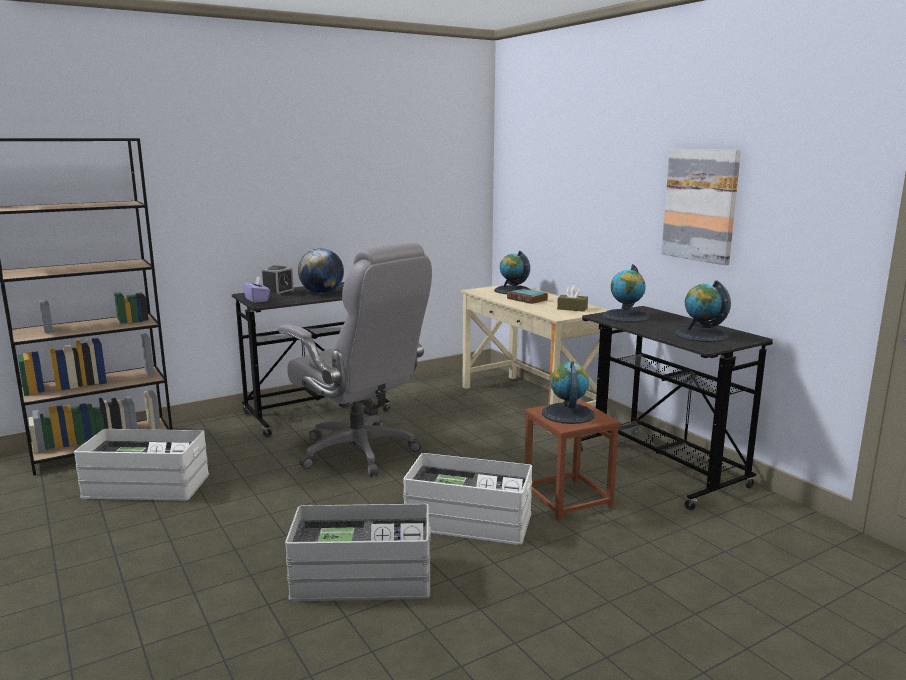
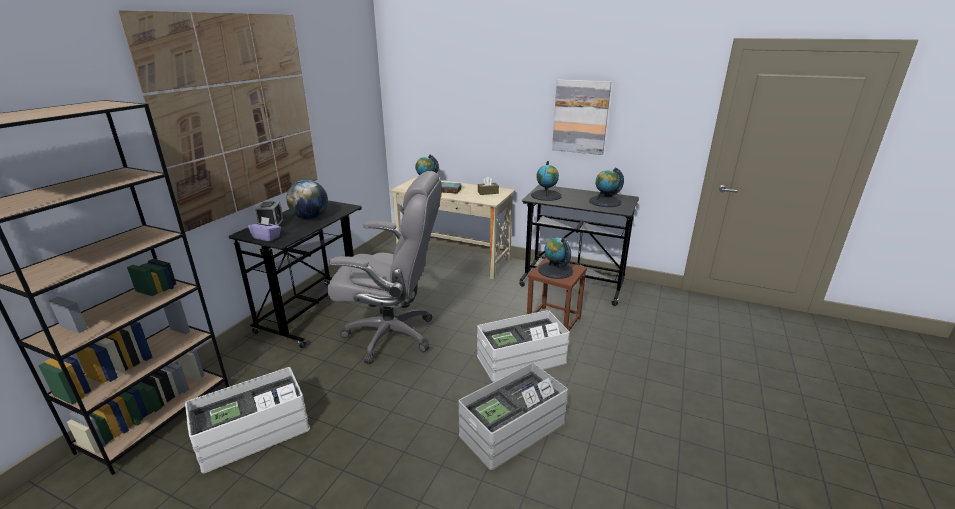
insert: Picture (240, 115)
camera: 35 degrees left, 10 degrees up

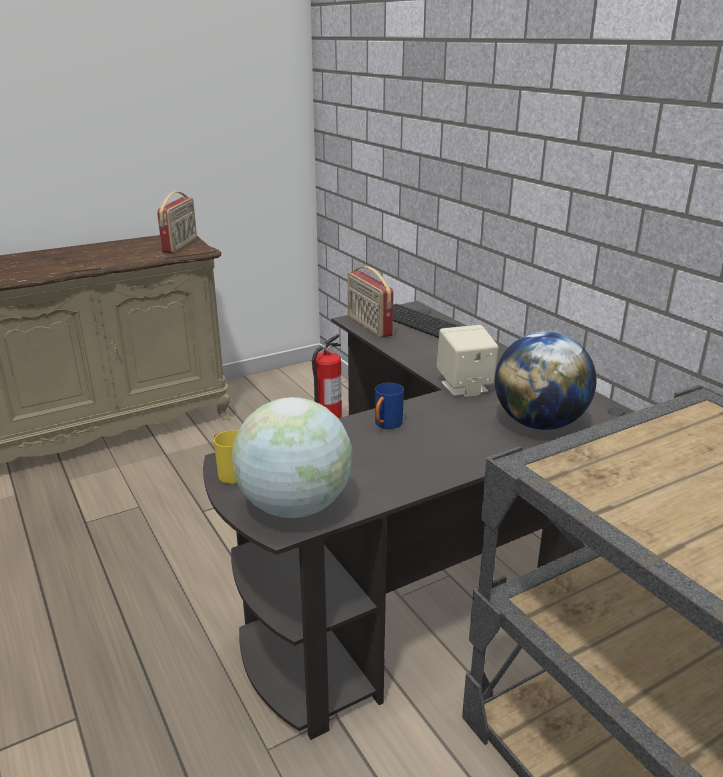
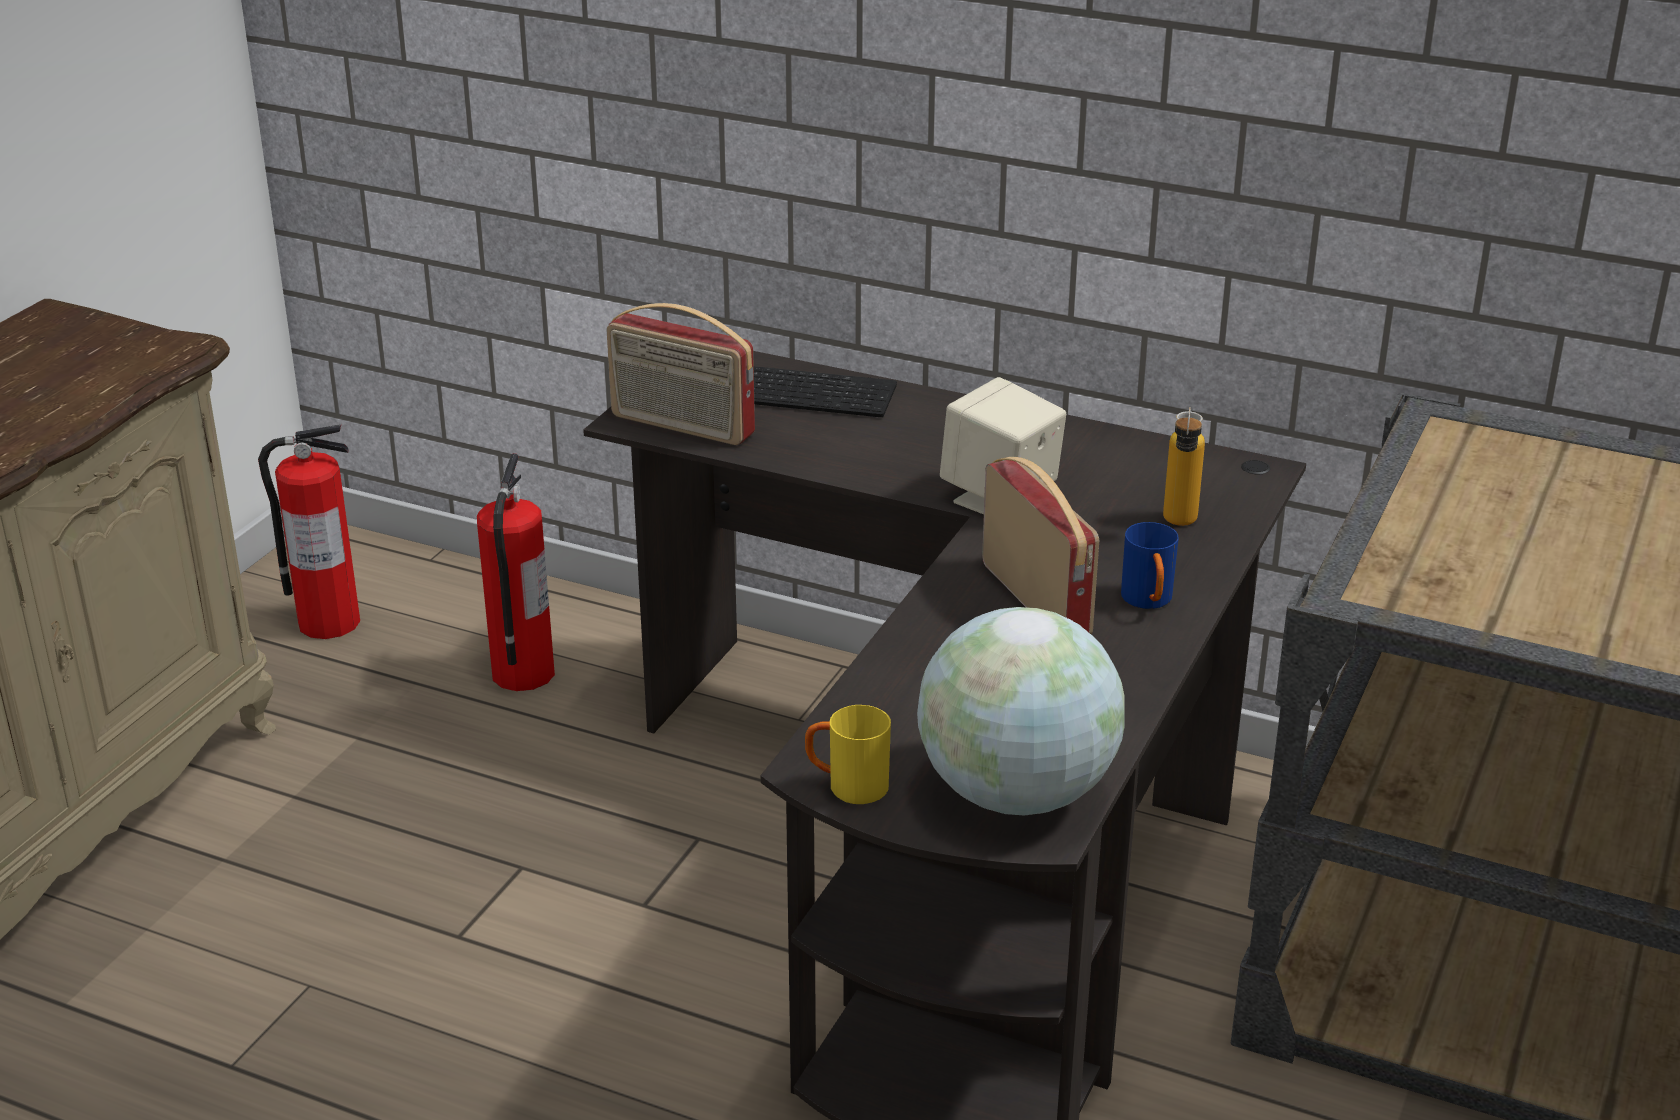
insert: FireExtinguisher (327, 622)
move: Radio (181, 245) to (1037, 599); BlueMug (386, 425) to (1149, 602)
replace: Globe (539, 423) to Bottle (1179, 525)
camera: 35 degrees left, 5 degrees up

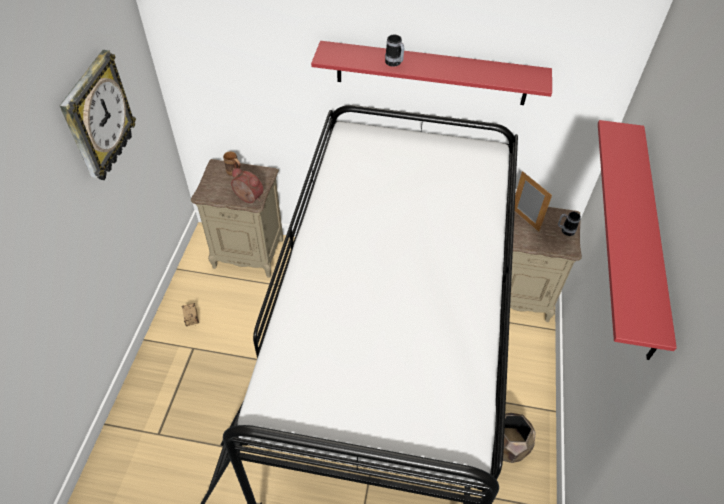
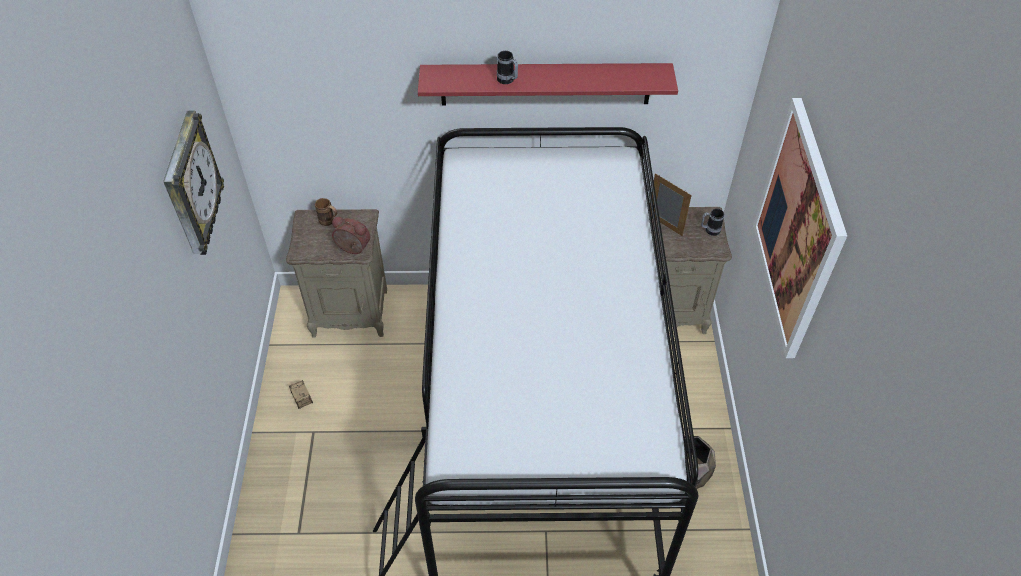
replace: RedShelf (647, 239) to Picture (798, 229)
camera: 10 degrees left, 0 degrees up

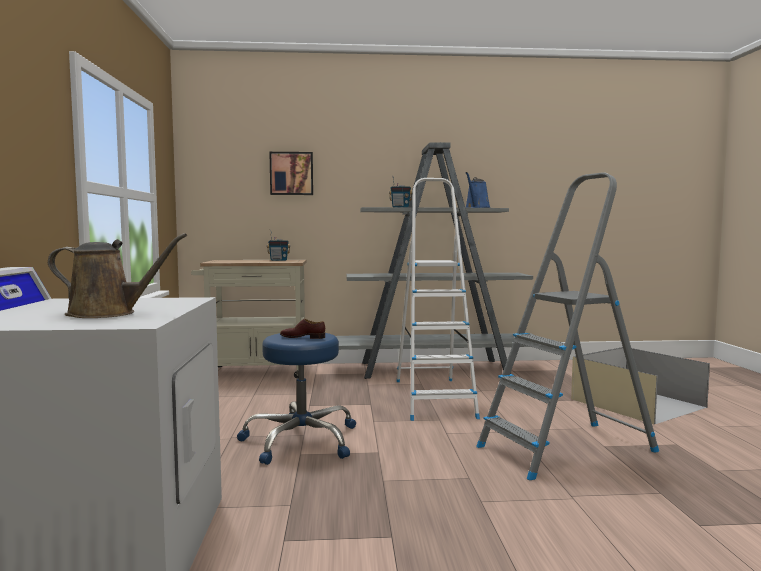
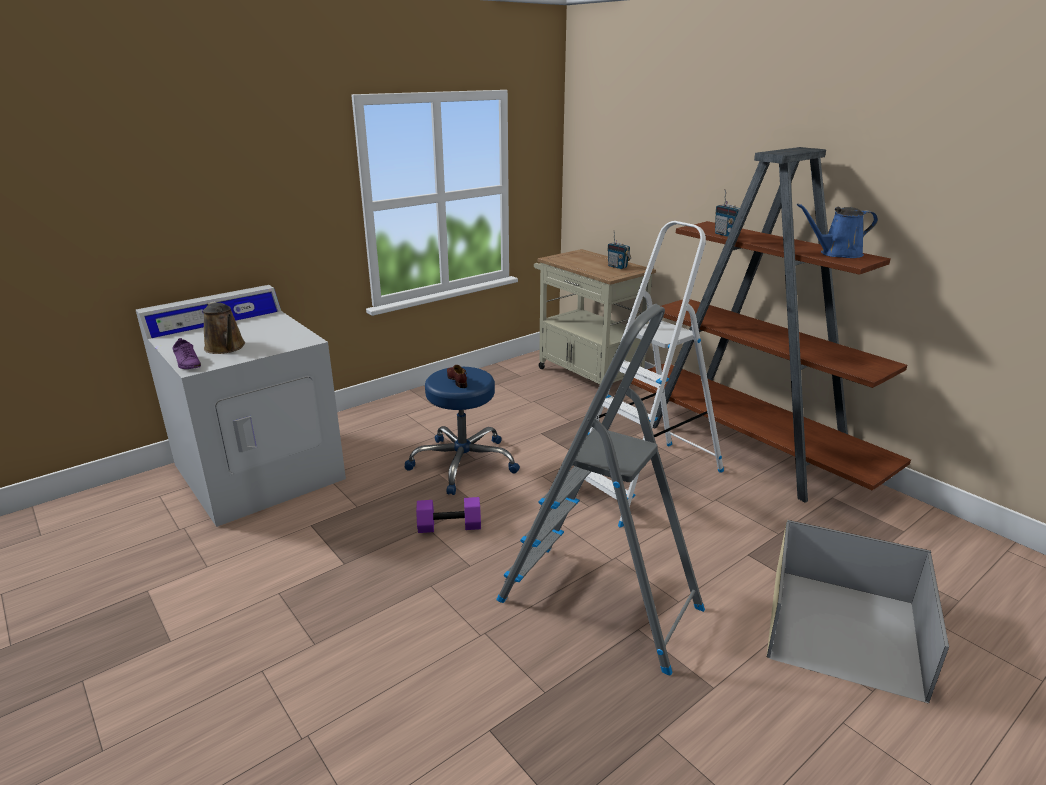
delete: Picture (291, 173)
insert: PurpleShoe (188, 362); PurpleDumbbell (450, 525)
recolor: GreyBookcase (436, 369) to BrownBookcase (747, 449)
camera: 55 degrees right, 20 degrees up

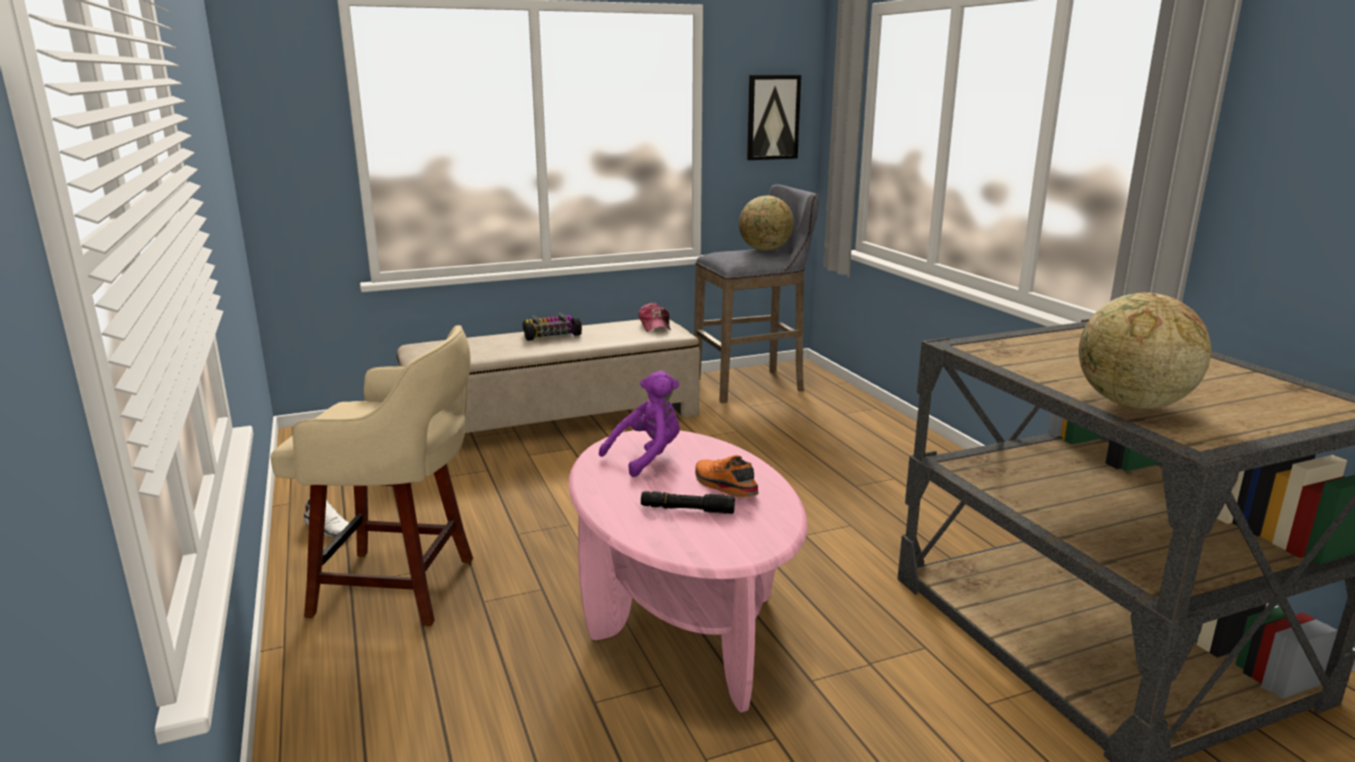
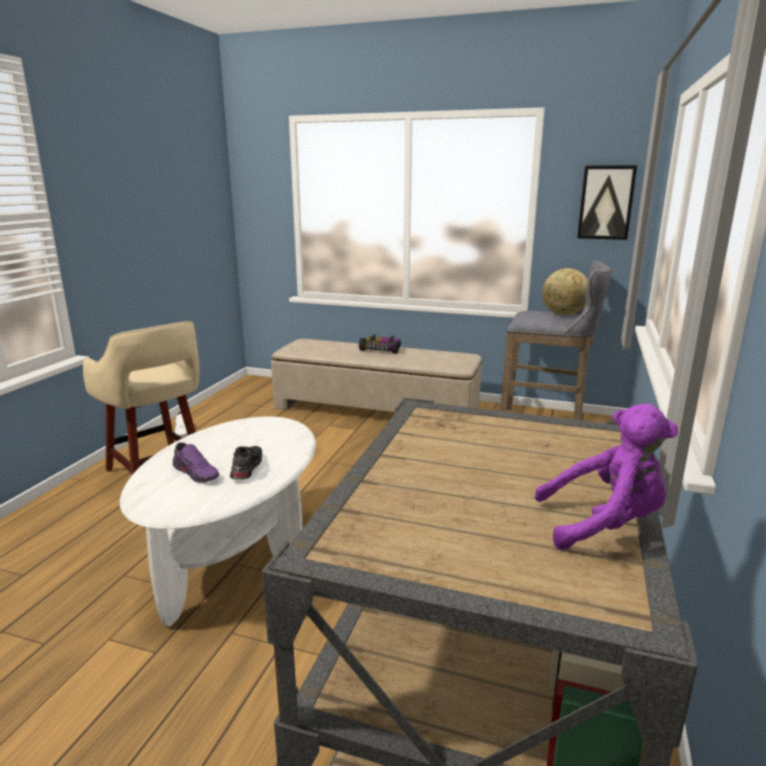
delete: Cap (655, 325); Globe (1131, 405)
move: PurplePlushToy (647, 457) to (604, 524)
replace: BlackFlashlight (687, 510) to PurpleShoe (197, 473)
recolor: PinkCoffeeTable (682, 619) to WhiteCoffeeTable (236, 555); OrangeShoe (724, 486) to BlackShoe (245, 468)
camera: 40 degrees right, 0 degrees up

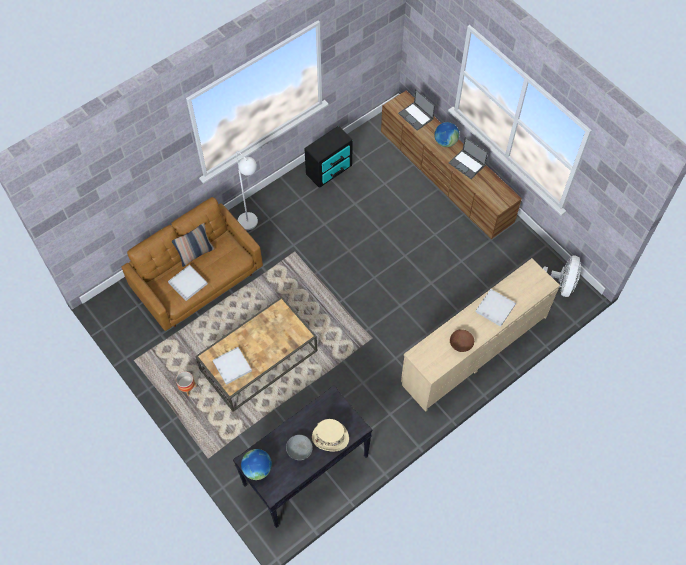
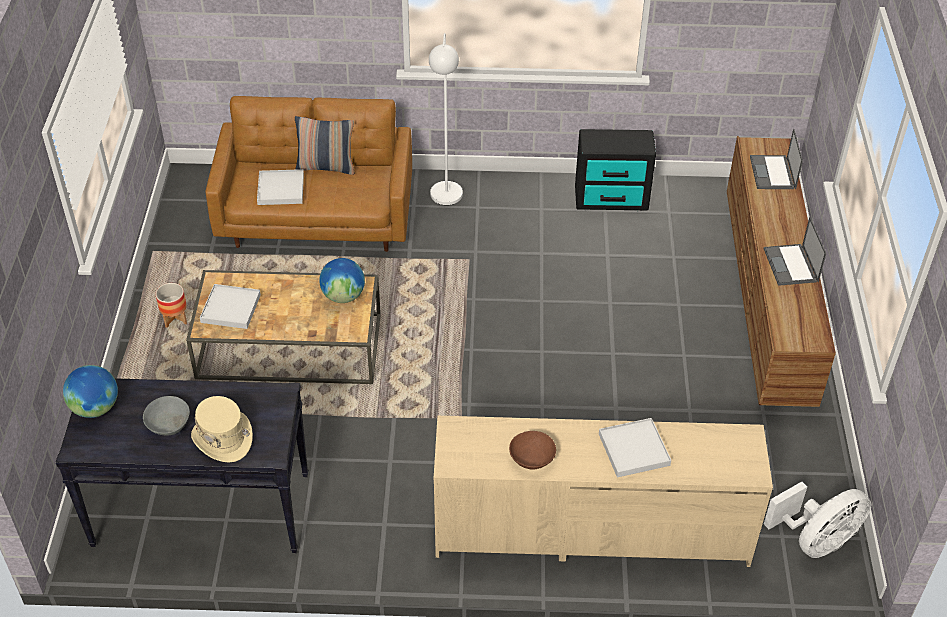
move: Globe (445, 142) to (343, 296)
camera: 40 degrees right, 15 degrees down

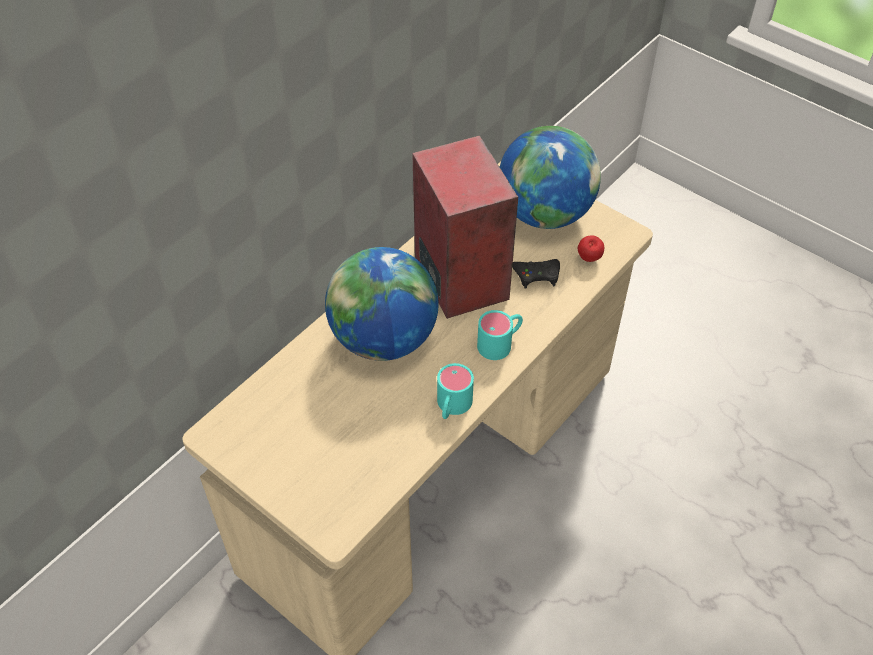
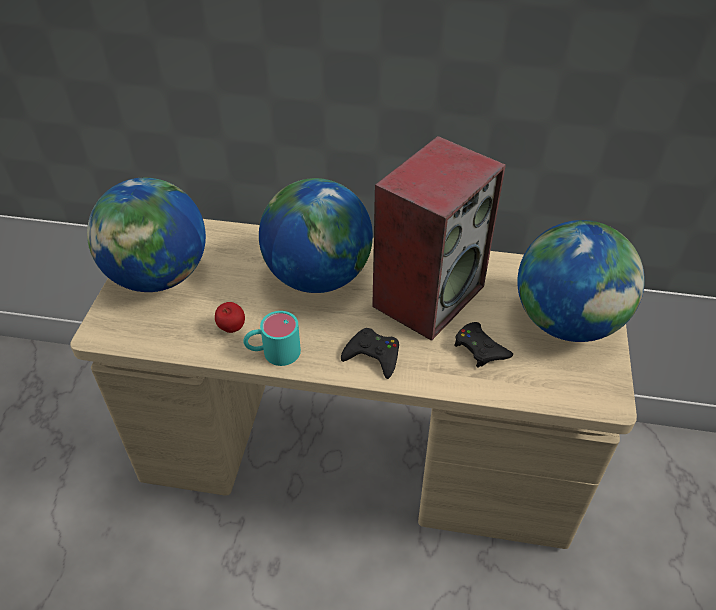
insert: Globe (159, 276)
move: Apple (589, 259) to (231, 329)
replace: TurquoiseMug (500, 342) to BlackGameController (373, 356)
camera: 60 degrees right, 5 degrees down

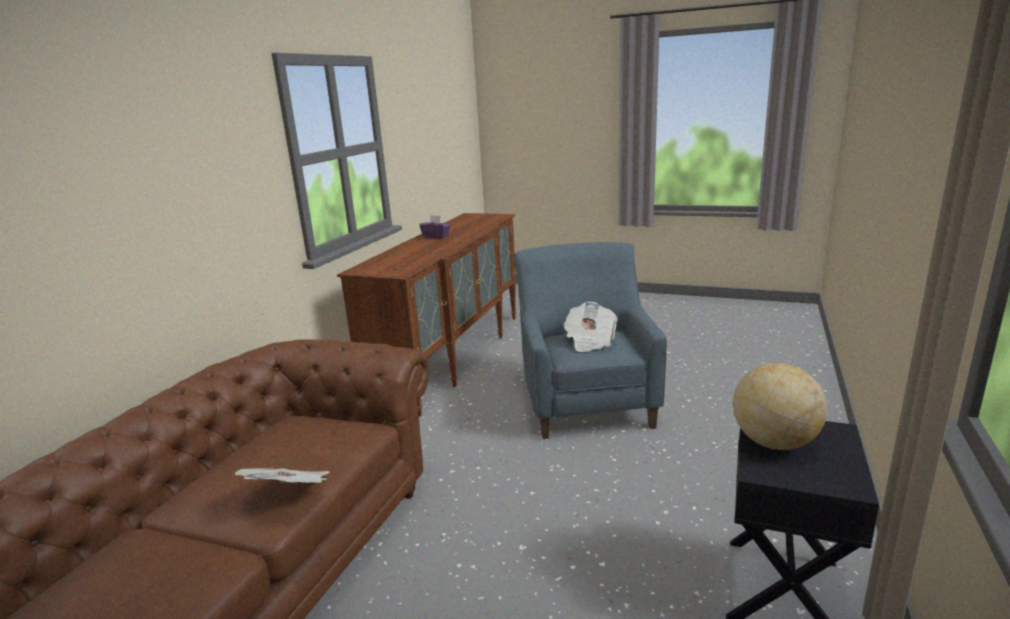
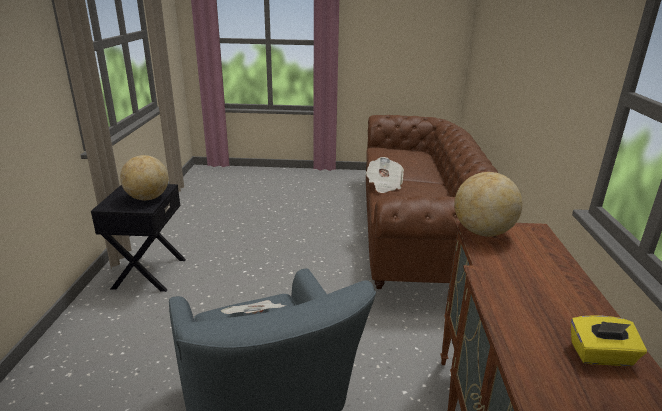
insert: Globe (482, 232)
recolor: PurpleTissueBox (436, 236) to YellowTissueBox (601, 356)
camera: 160 degrees right, 5 degrees up

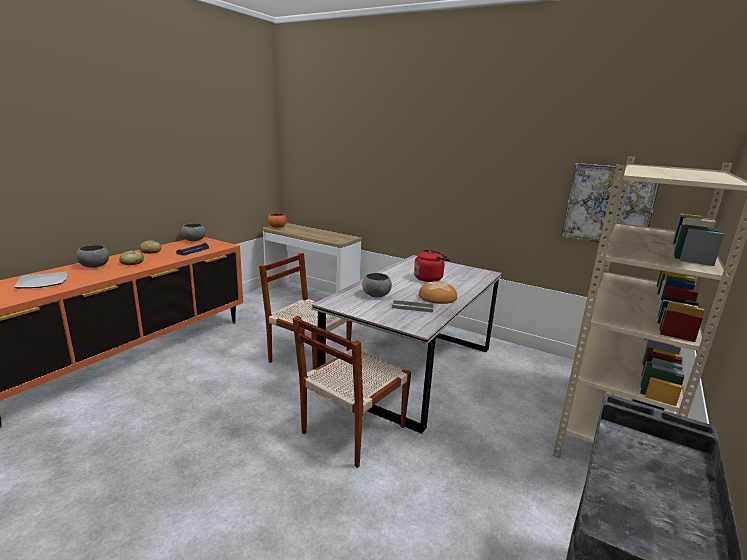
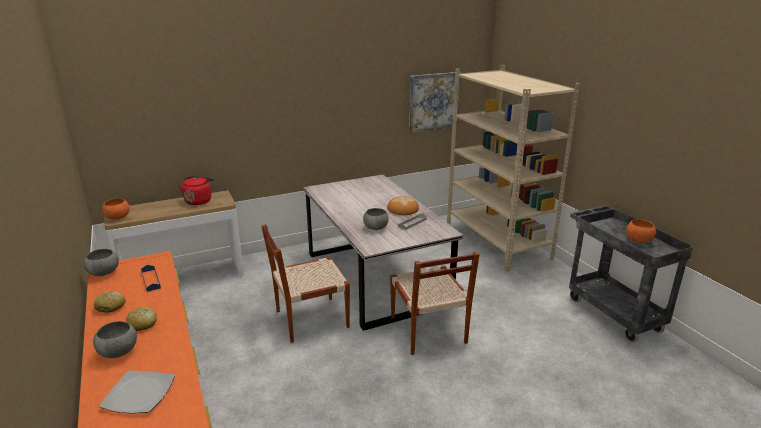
insert: OrangeBowl (638, 240)
move: RedKettle (429, 278) to (199, 200)
camera: 55 degrees left, 5 degrees up

